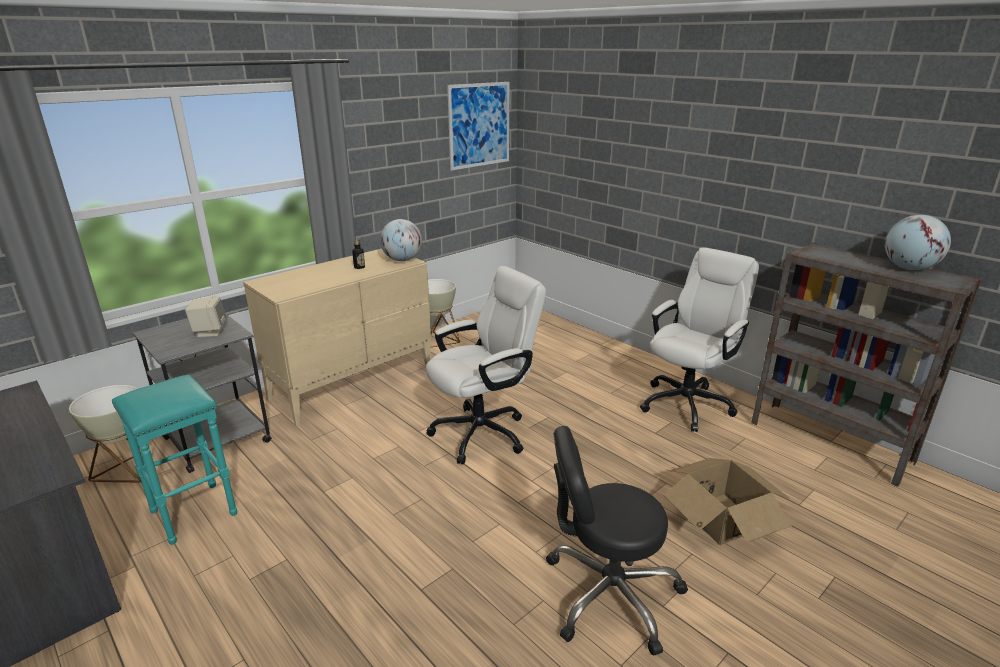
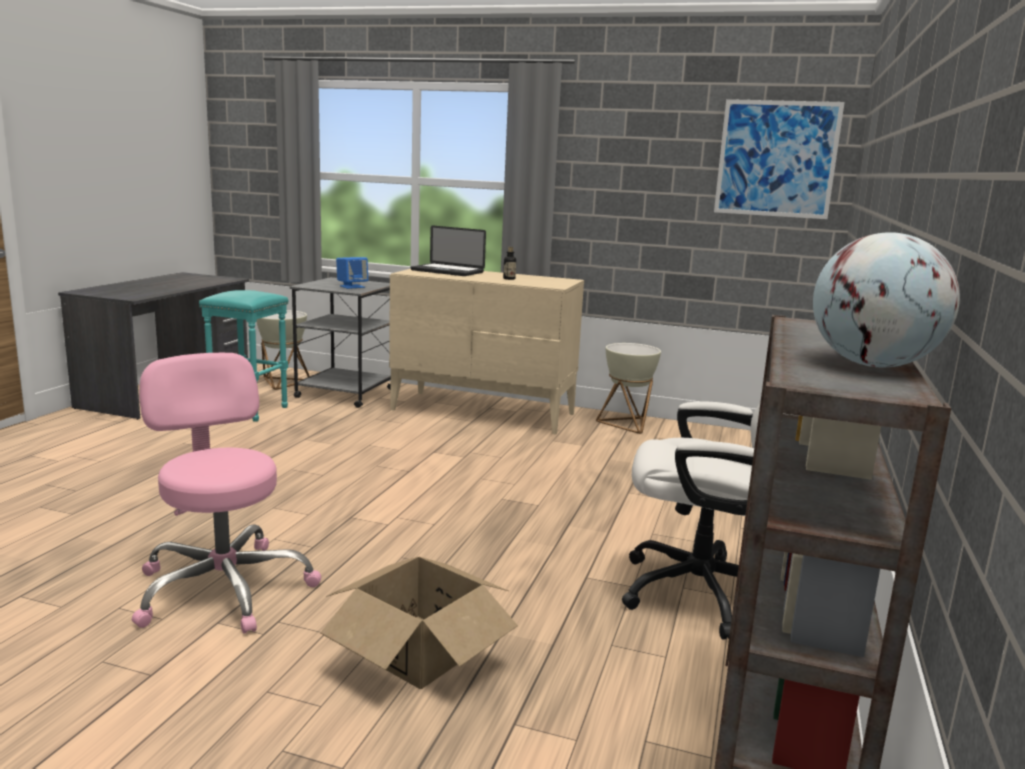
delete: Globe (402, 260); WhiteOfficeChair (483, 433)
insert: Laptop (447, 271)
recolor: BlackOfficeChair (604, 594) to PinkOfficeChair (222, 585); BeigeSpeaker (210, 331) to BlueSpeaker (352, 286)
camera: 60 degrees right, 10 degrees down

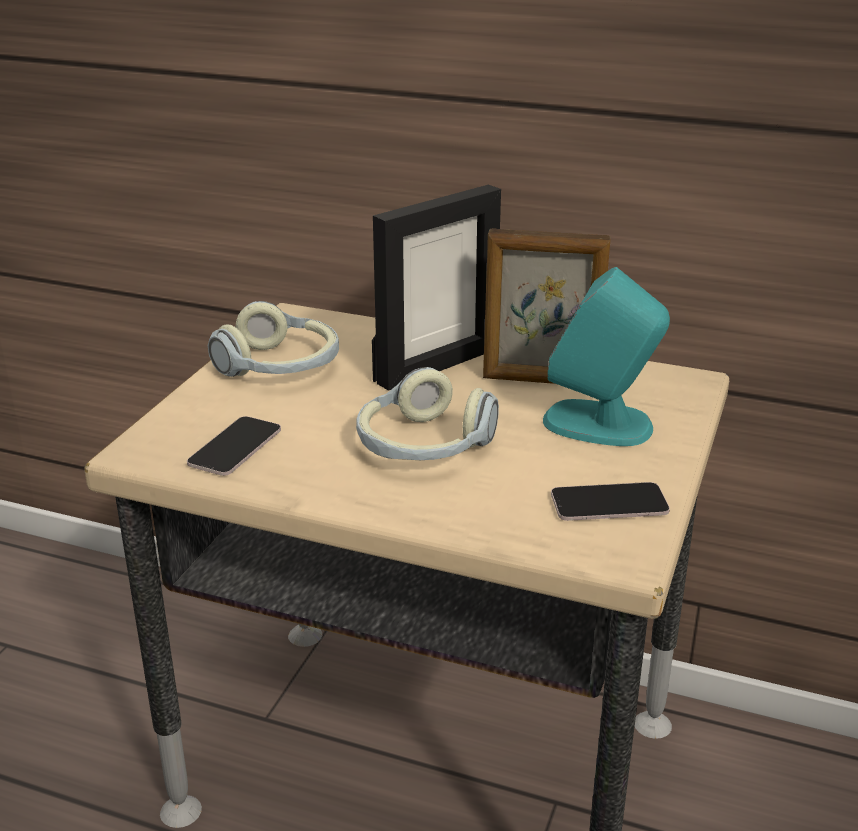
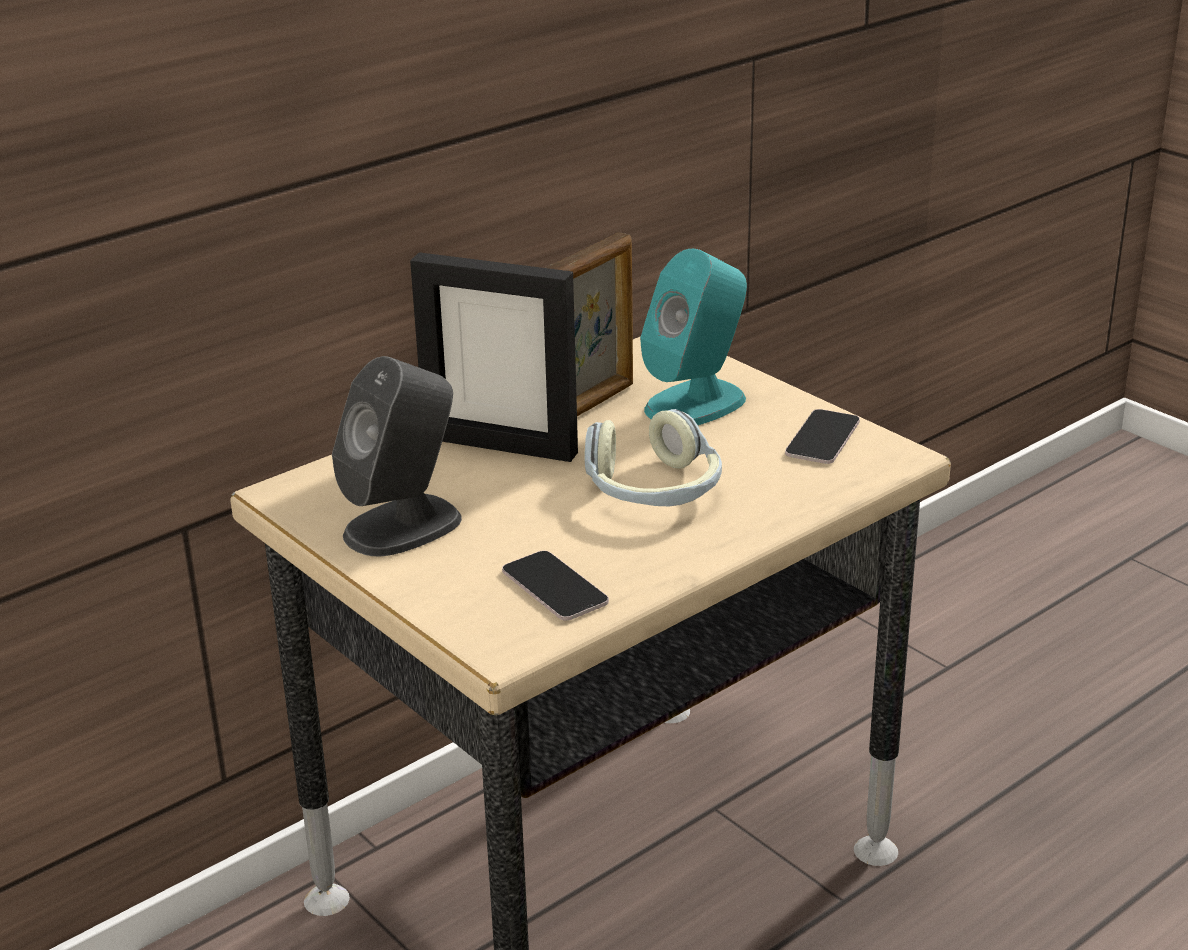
replace: Headphones (280, 367) to GreySpeaker (404, 526)
rotate: PictureFrame (436, 365) = (501, 443) 120 degrees clockwise
camera: 60 degrees left, 0 degrees up

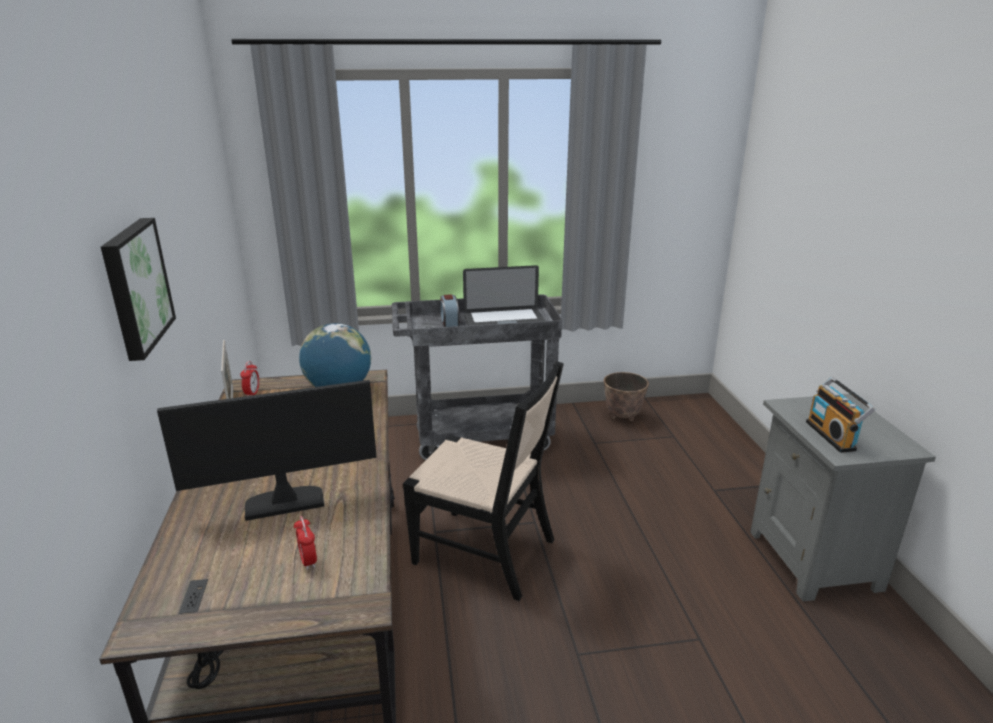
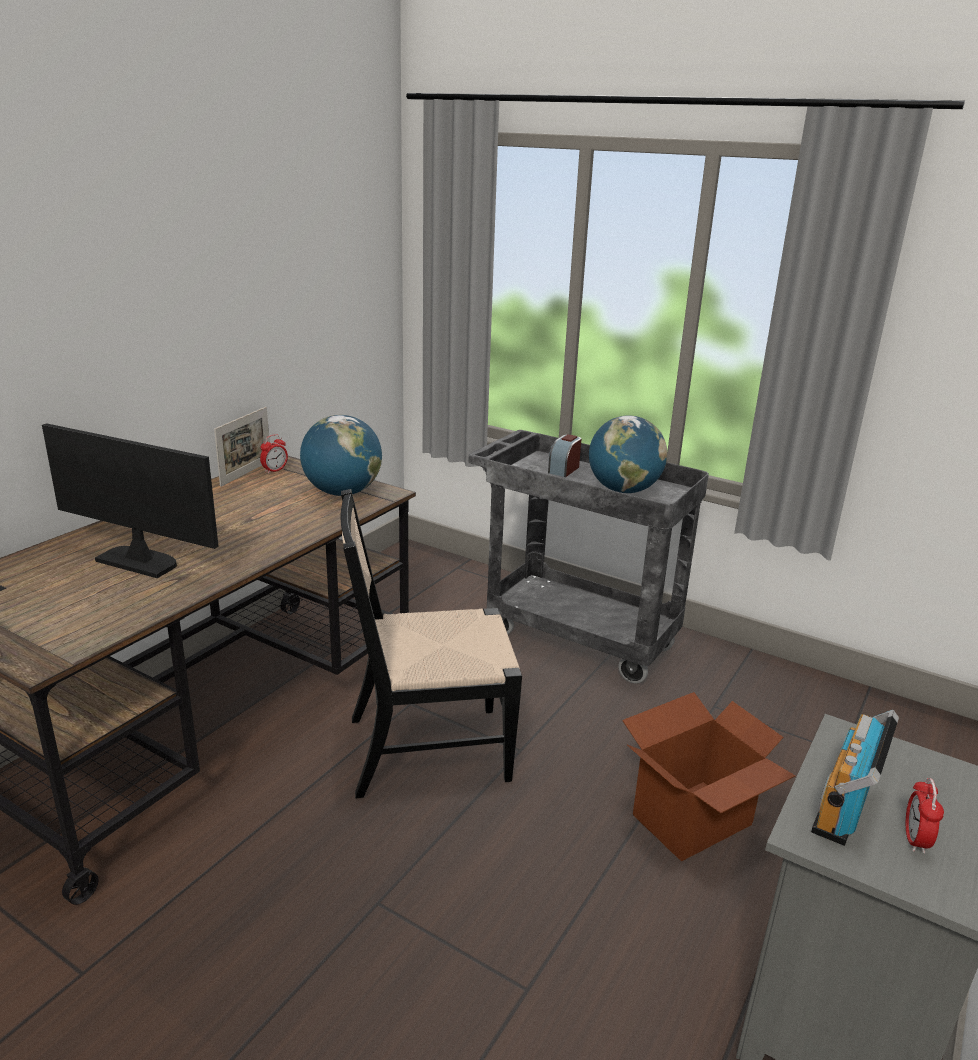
delete: Picture (134, 286); Planter (622, 417)
insert: CardboardBox (693, 821)
move: AlarmClock (308, 561) to (915, 840)
replace: Laptop (504, 322) to Globe (623, 490)
rotate: Chair (484, 553) = (427, 750) 105 degrees clockwise
camera: 40 degrees right, 0 degrees up

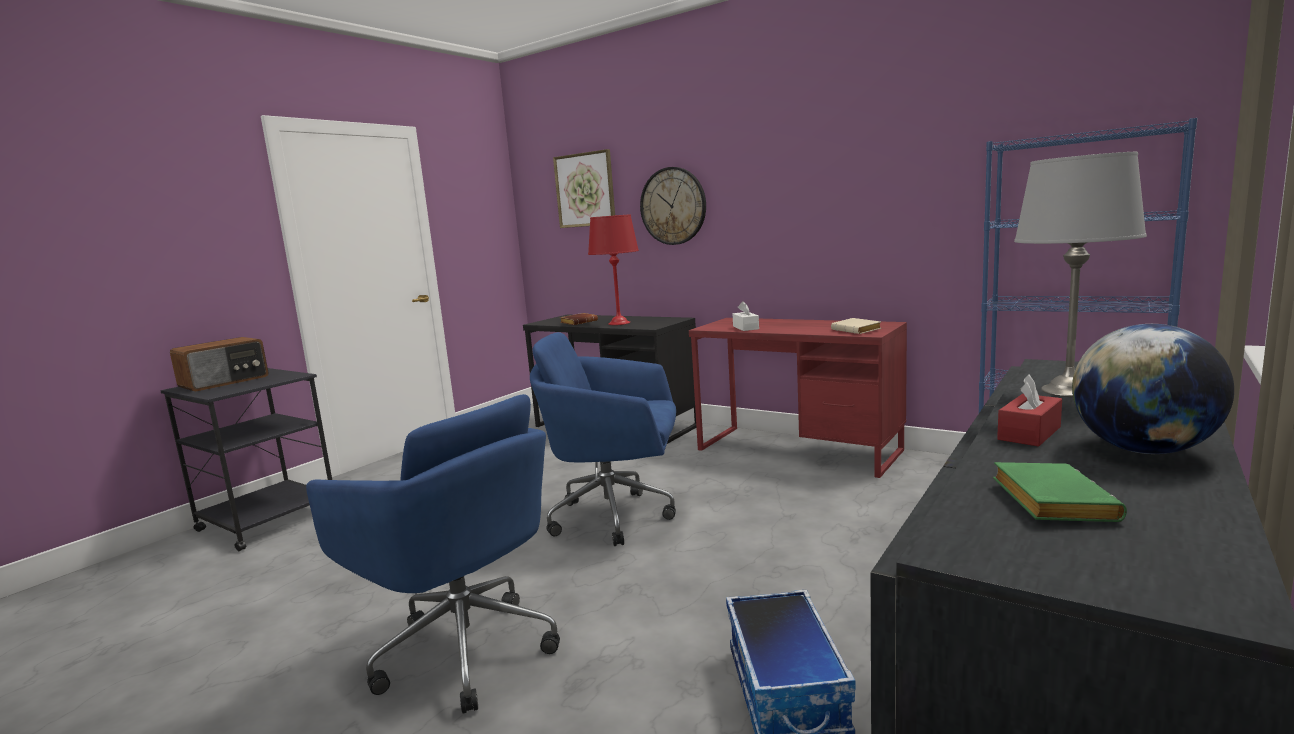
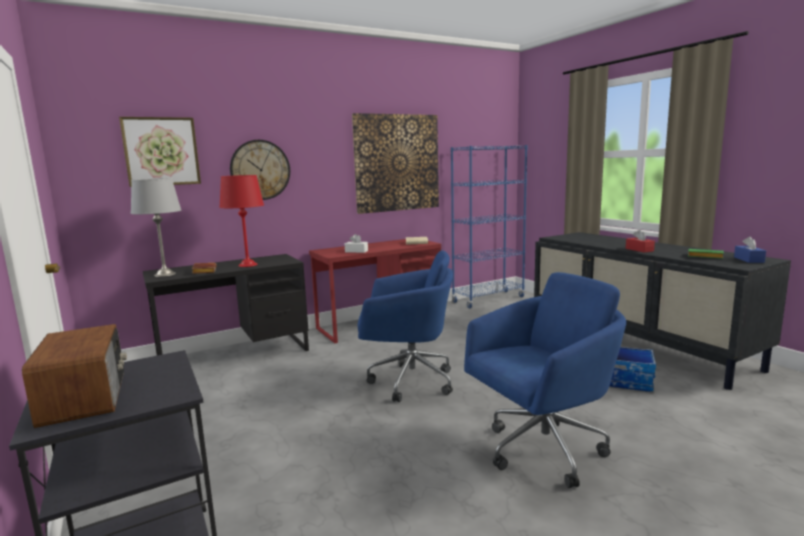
delete: Globe (1143, 450)
insert: Picture (397, 163); BlueTissueBox (748, 259)
move: GreyTableLamp (1069, 391) to (165, 274)
rotate: BlueOfficeChair (617, 518) = (407, 382) 120 degrees counterclockwise
camera: 65 degrees left, 0 degrees up

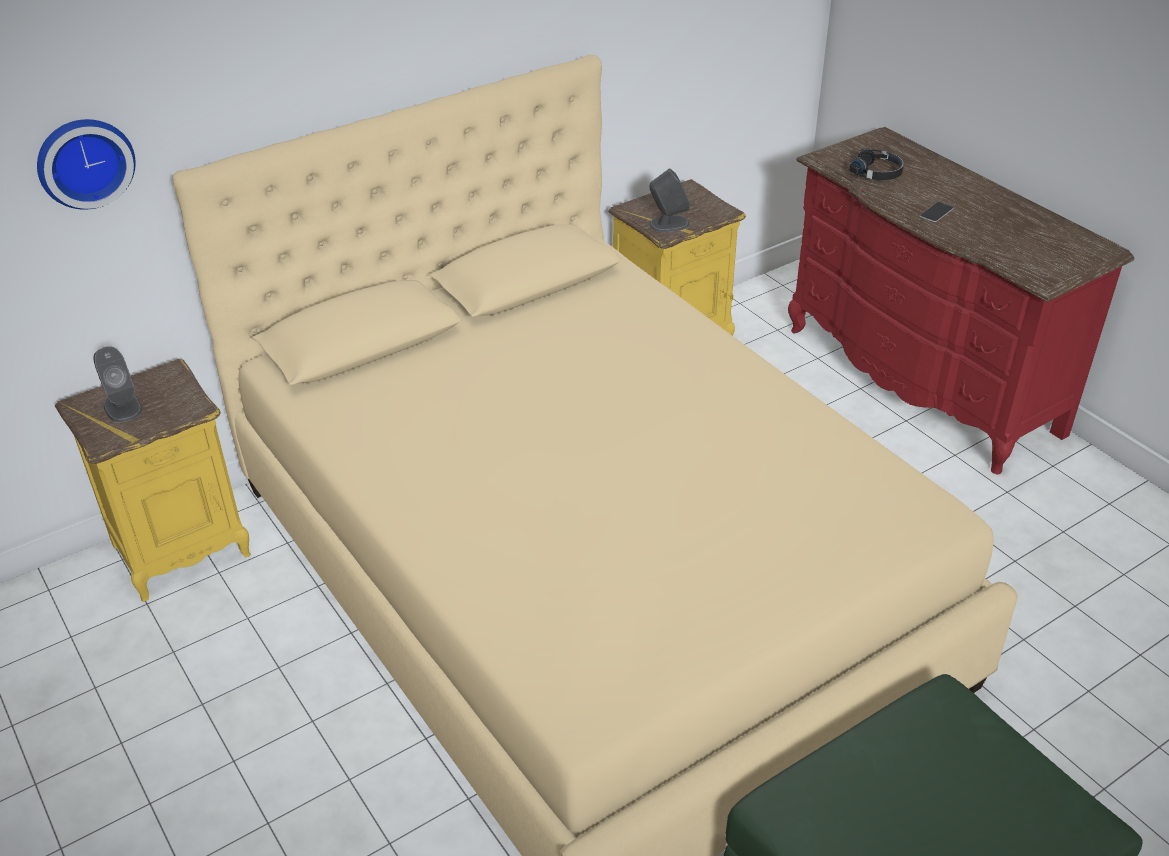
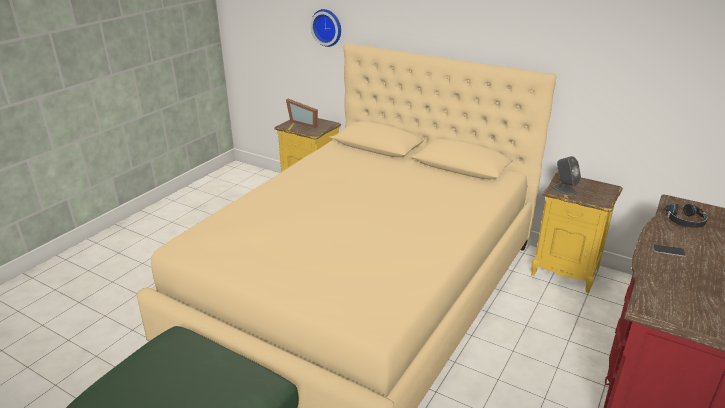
replace: GreySpeaker (122, 407) to PictureFrame (304, 122)
camera: 65 degrees right, 10 degrees down

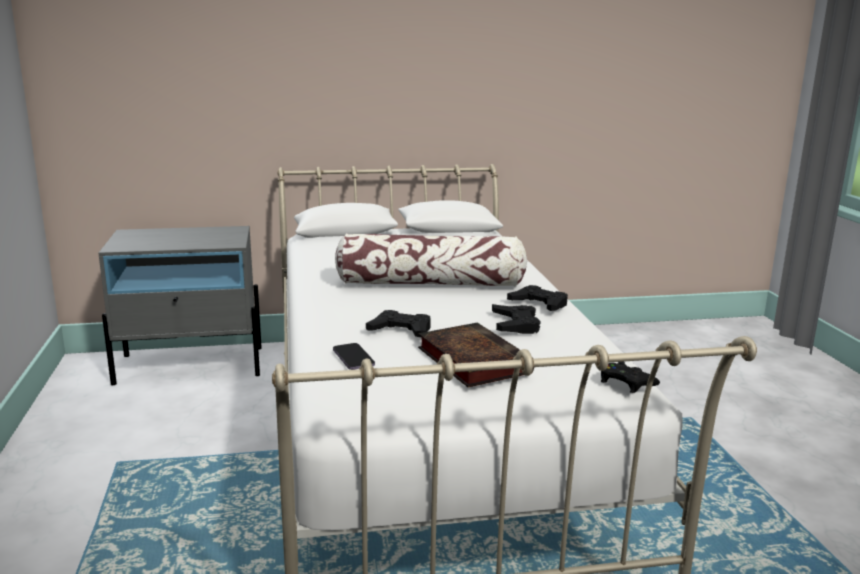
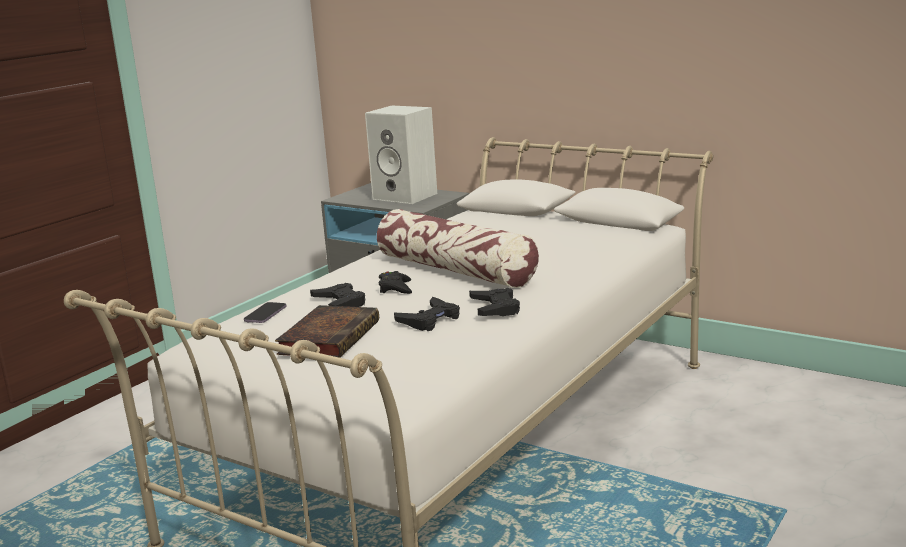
insert: WhiteSpeaker (407, 196)
move: BlackGameController (626, 383) to (395, 288)
camera: 45 degrees right, 0 degrees up

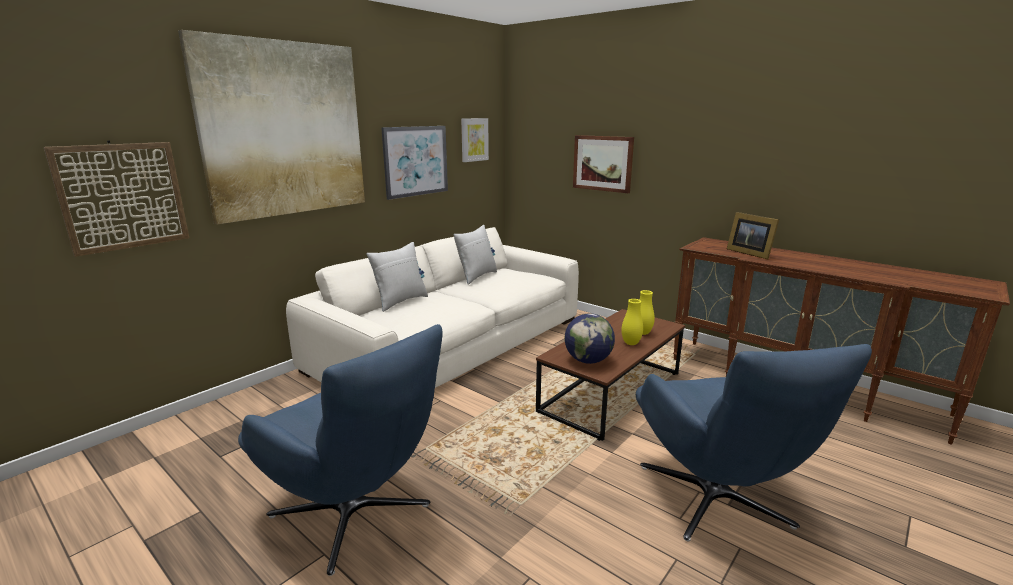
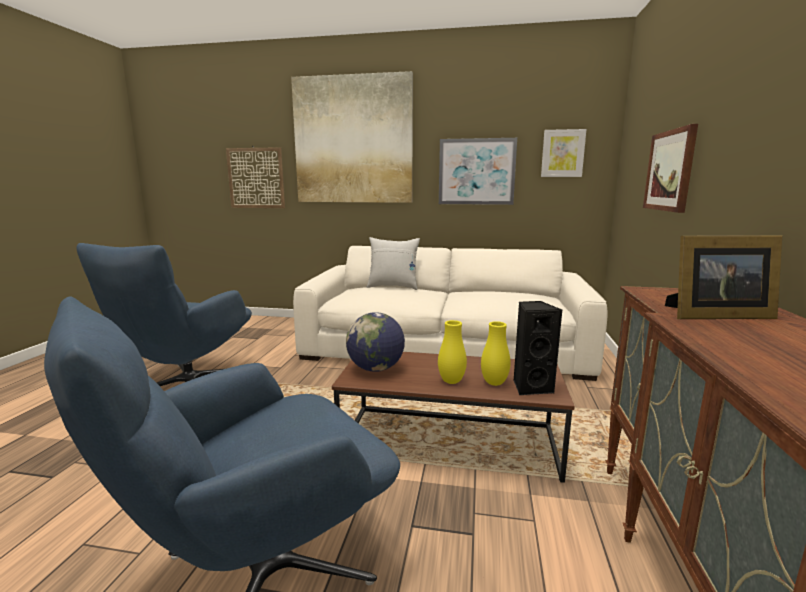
delete: GreyPillow (476, 277)
insert: BlackSpeaker (531, 387)
rotate: PictureFrame (749, 253) = (714, 315) 120 degrees counterclockwise
camera: 60 degrees right, 5 degrees down

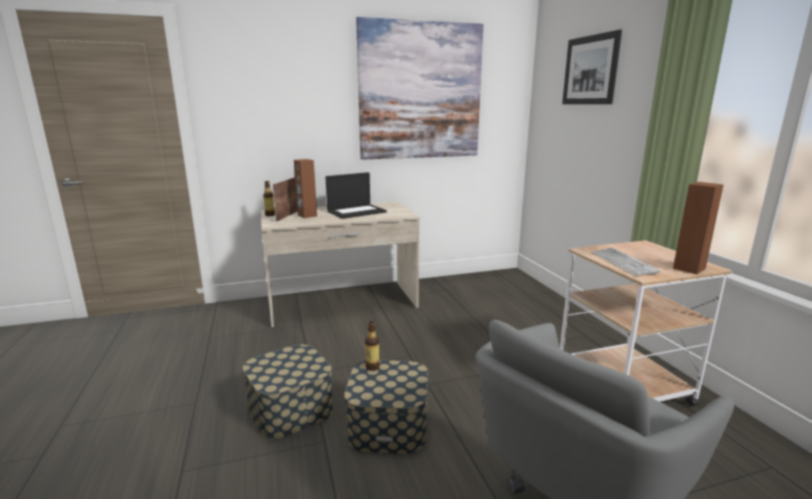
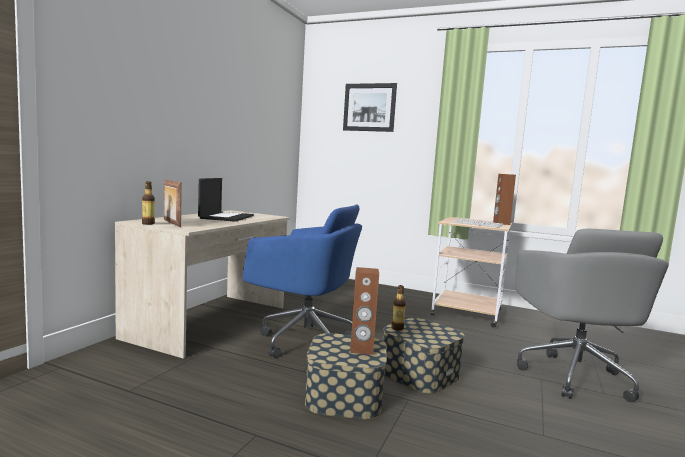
delete: Picture (420, 92)
insert: BlueOfficeChair (301, 342)
move: BrownSpeaker (307, 215) to (361, 349)
camera: 50 degrees left, 10 degrees down

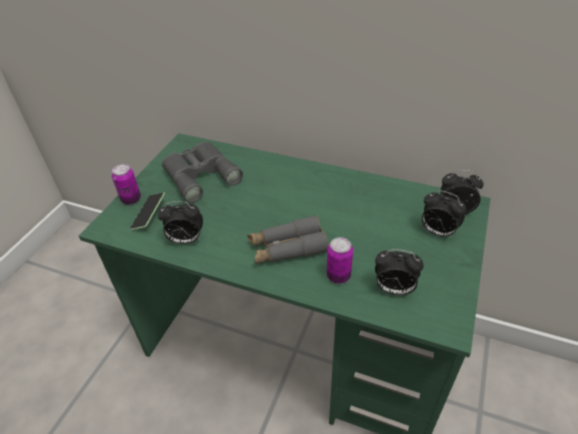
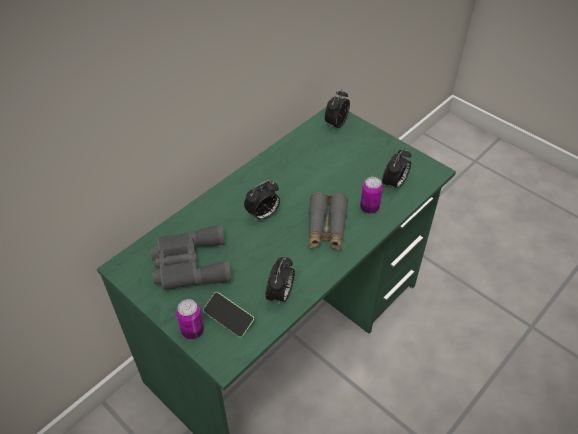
move: AlarmClock (437, 232) to (263, 215)
camera: 70 degrees left, 5 degrees up

